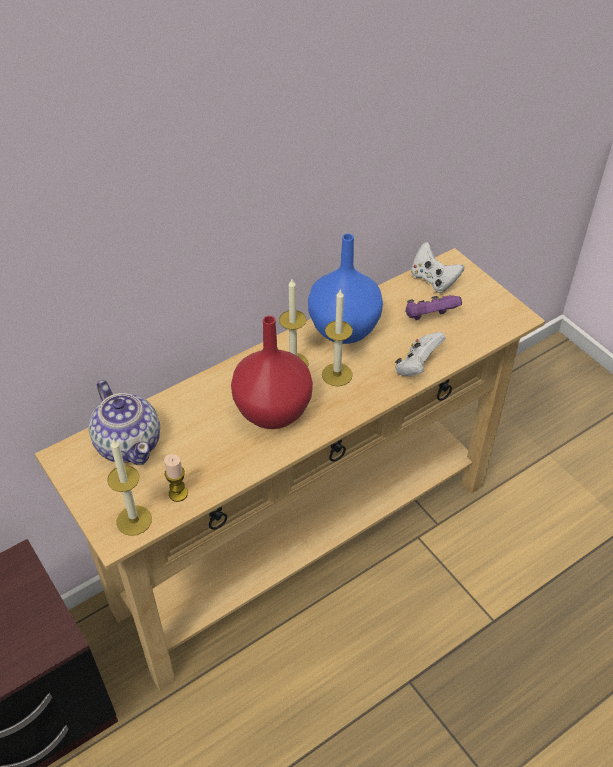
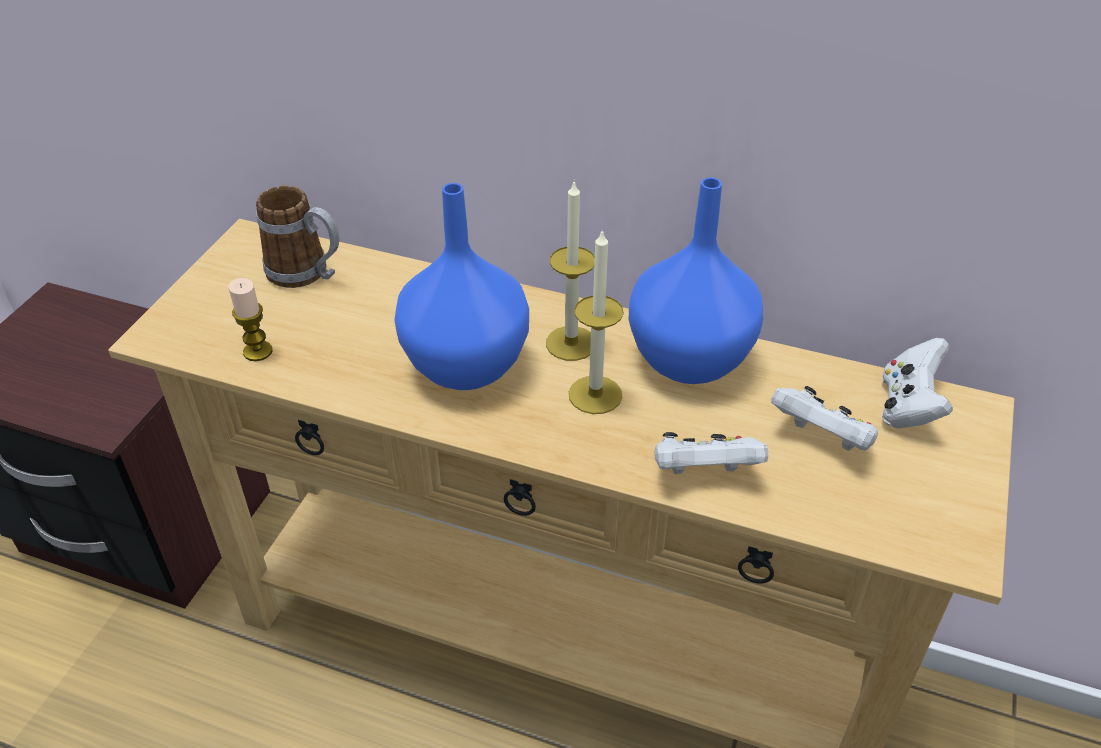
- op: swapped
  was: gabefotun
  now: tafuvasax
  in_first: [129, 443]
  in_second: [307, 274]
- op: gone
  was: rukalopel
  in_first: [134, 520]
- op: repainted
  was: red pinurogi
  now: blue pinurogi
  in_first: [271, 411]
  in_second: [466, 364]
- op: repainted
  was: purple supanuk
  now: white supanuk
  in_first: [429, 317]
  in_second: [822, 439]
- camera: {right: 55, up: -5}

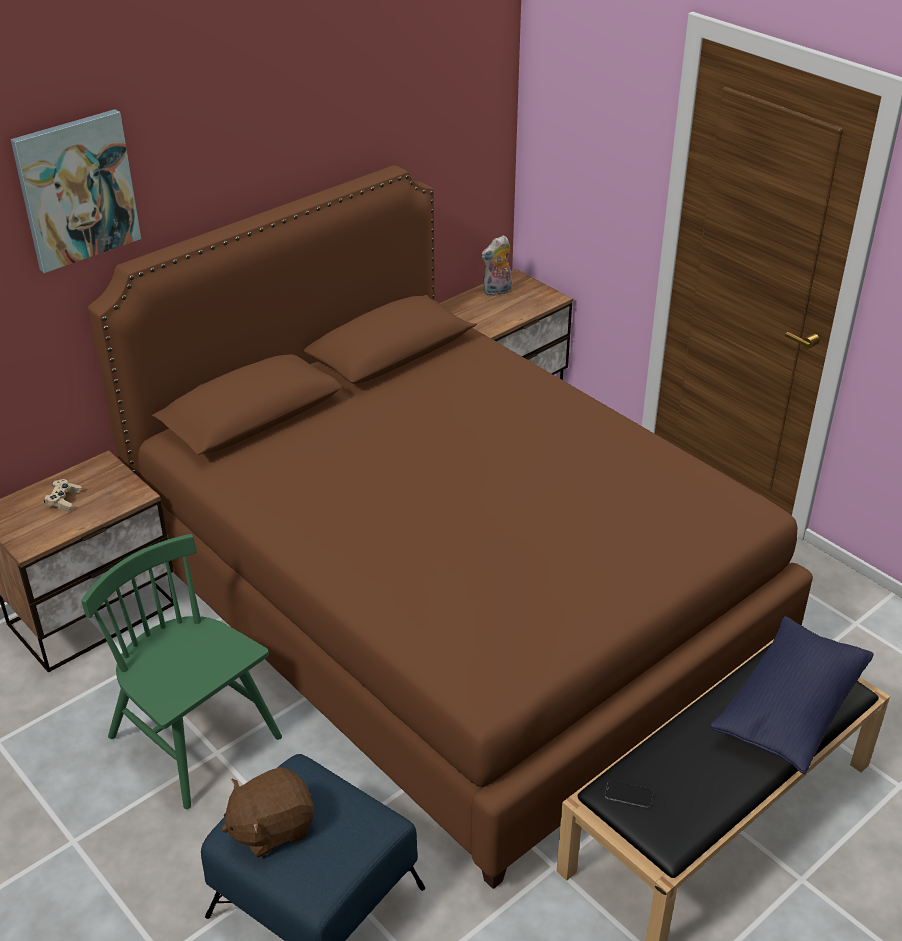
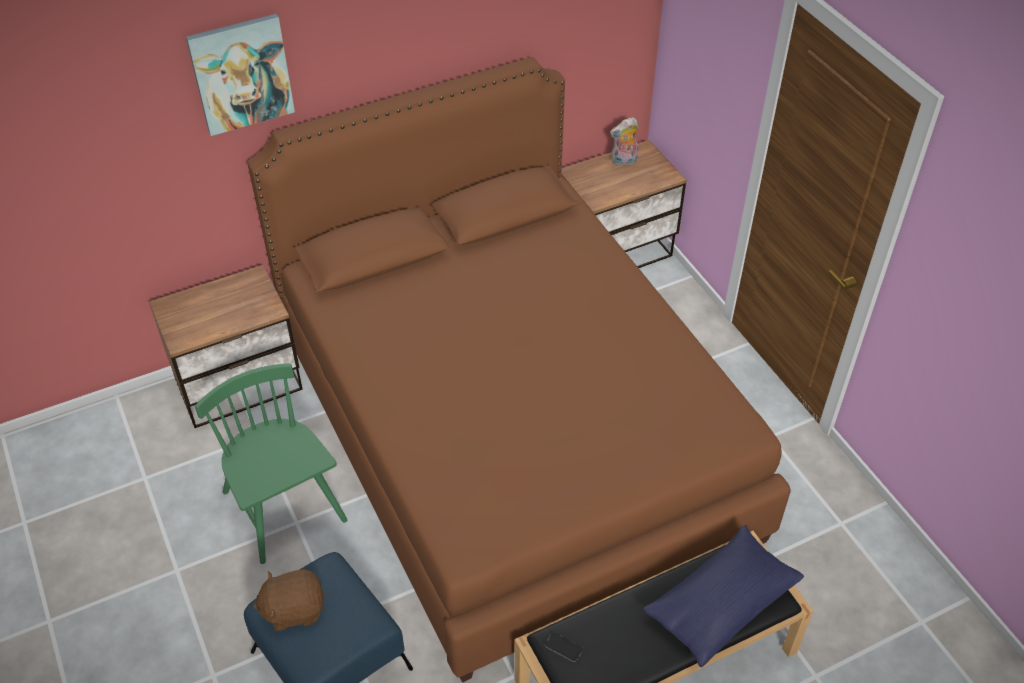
- op: gone
  was: beige supanuk
  in_first: [64, 500]
- camera: {right: 15, up: 10}

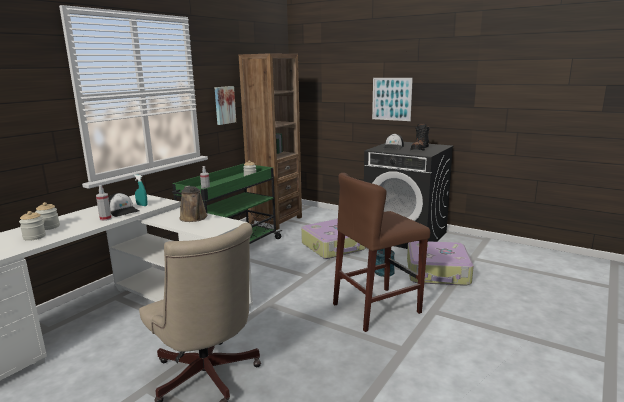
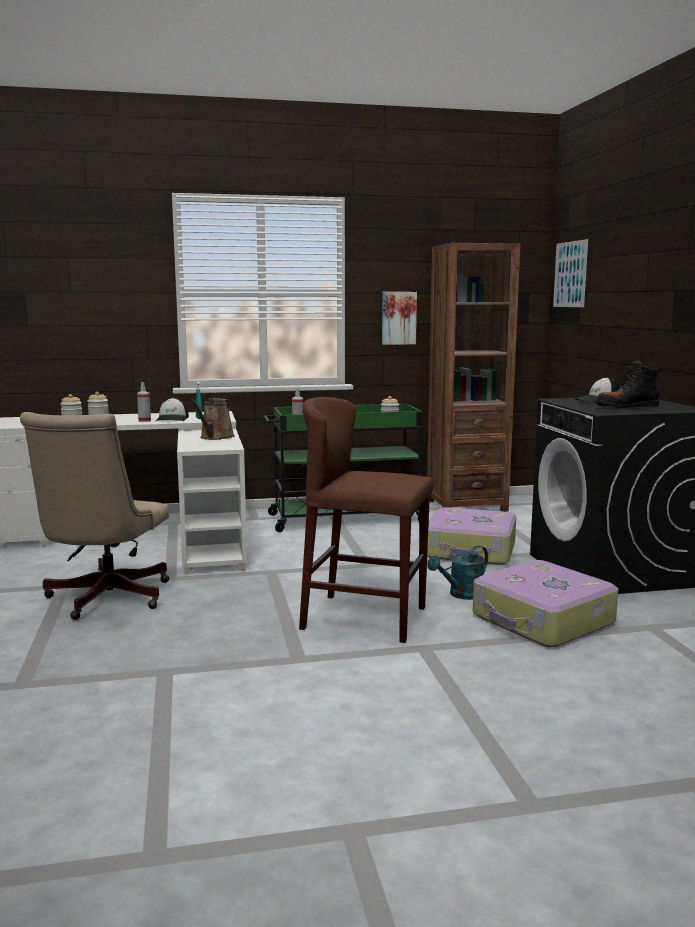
- op: shifted
  was: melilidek
  in_first: [391, 99]
  in_second: [570, 274]
- camera: {right: 45, up: -5}

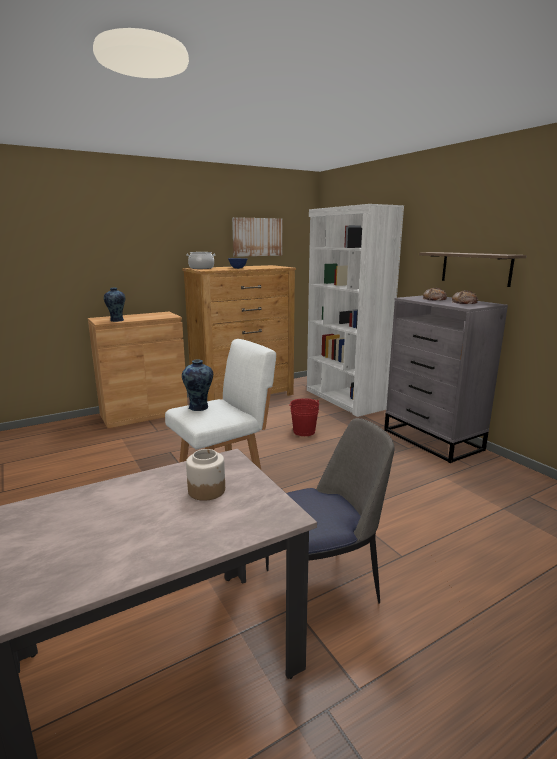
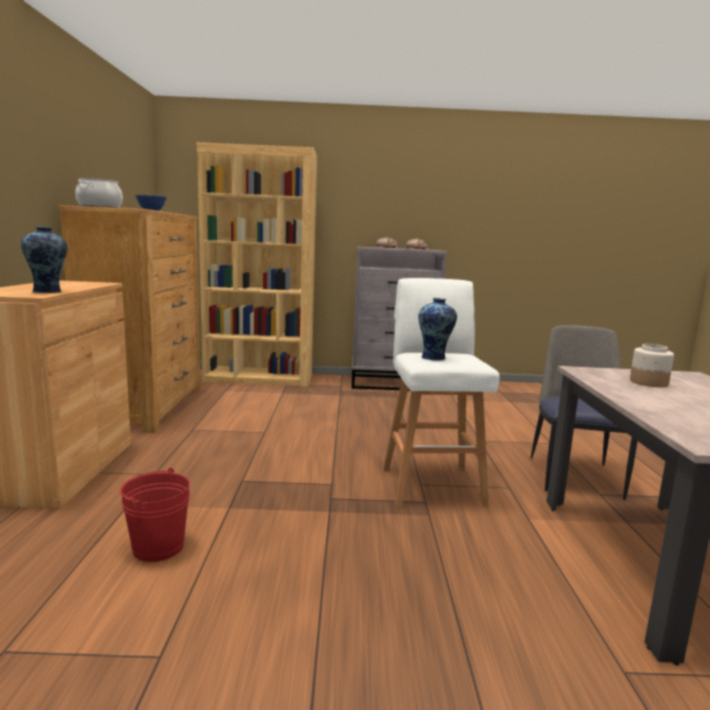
- op: gone
  was: melilidek
  in_first: [257, 237]
- op: shifted
  was: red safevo
  in_first: [304, 431]
  in_second: [158, 547]
- op: repainted
  was: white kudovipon
  now: brown kudovipon
  in_first: [344, 399]
  in_second: [259, 378]
- op: gone
  was: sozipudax
  in_first: [475, 268]
- camera: {right: -60, up: -5}

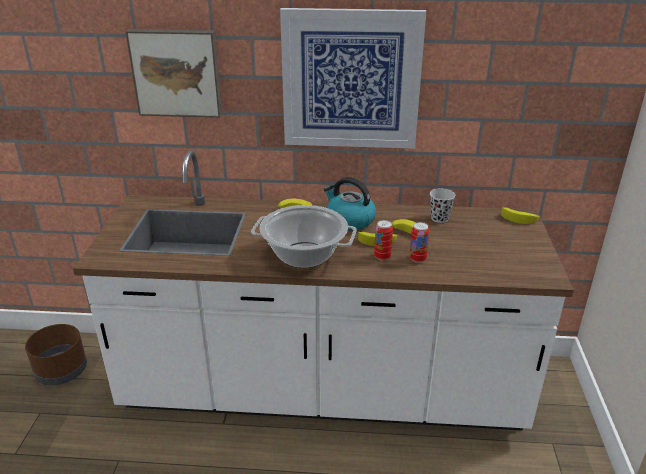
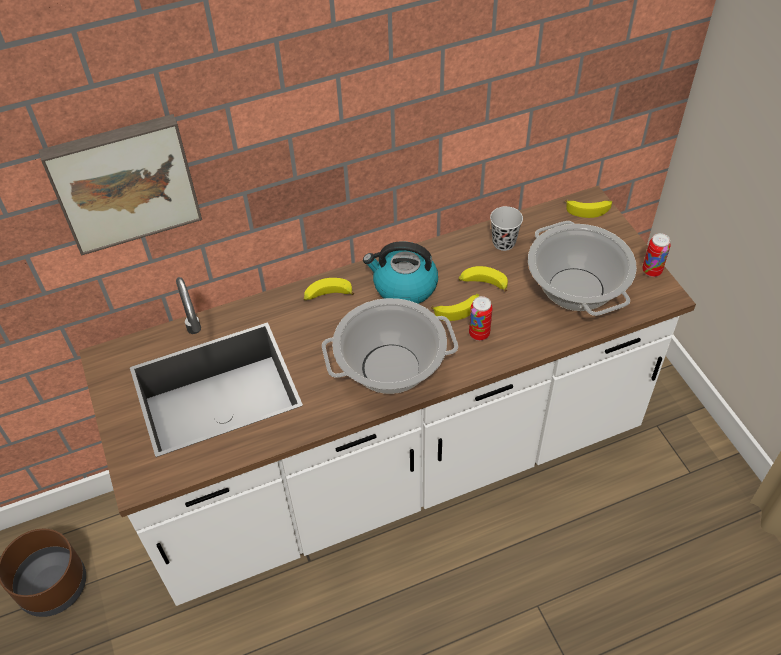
- op: gone
  was: melilidek
  in_first: [351, 80]
- op: shifted
  was: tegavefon
  in_first: [417, 259]
  in_second: [651, 271]
- op: new
  now: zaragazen
  in_second: [576, 290]
- camera: {right: -25, up: 20}

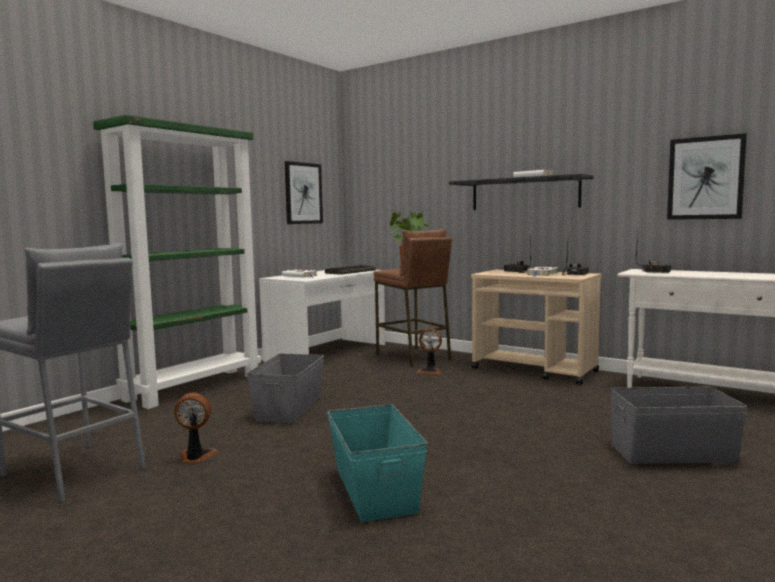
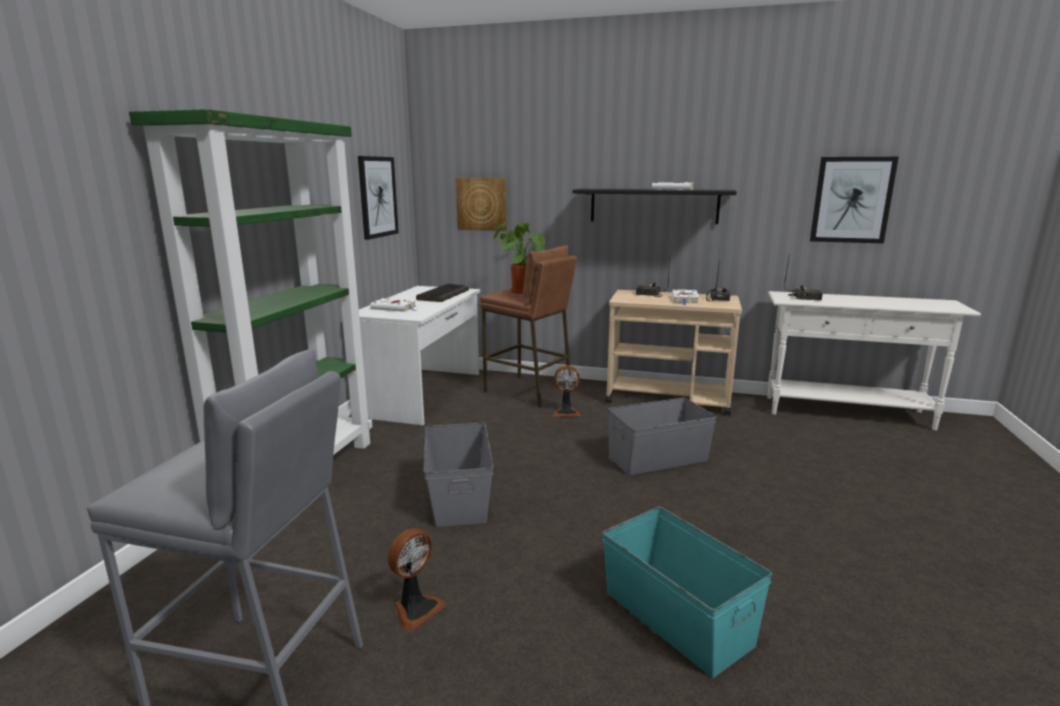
- op: rotated
  was: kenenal
  in_first: [196, 457]
  in_second: [415, 609]
  clockwise: 150
- op: shifted
  was: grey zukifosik
  in_first: [673, 453]
  in_second: [658, 458]
- op: new
  now: melilidek
  in_second: [482, 204]
- camera: {right: -20, up: 10}

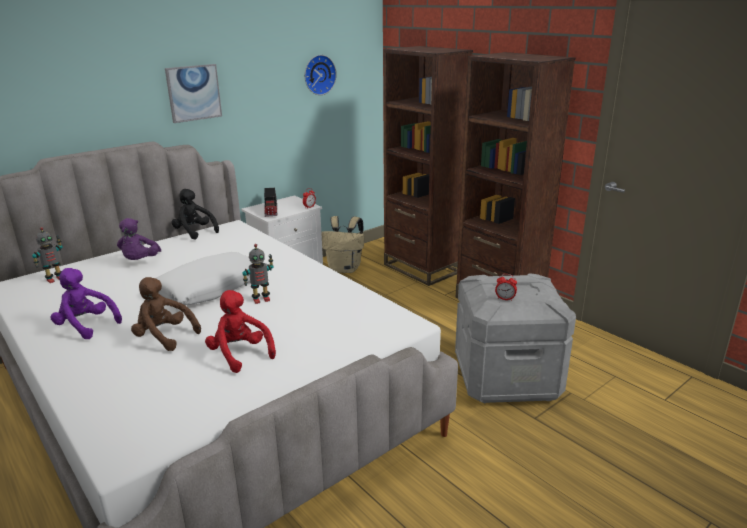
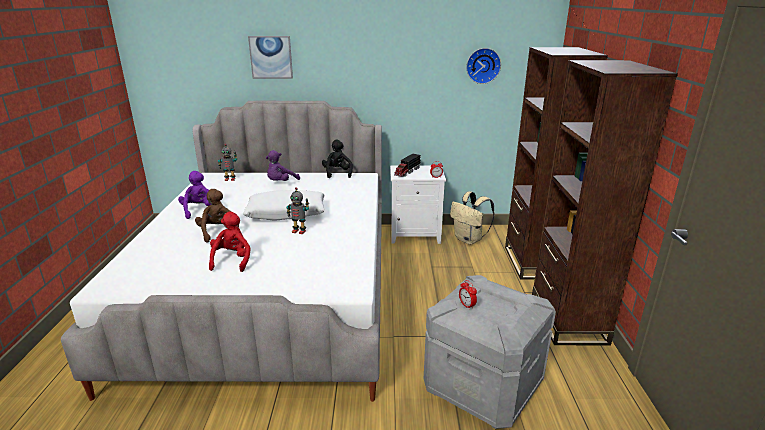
- op: shifted
  was: melilidek
  in_first: [193, 93]
  in_second: [271, 57]
- camera: {right: 40, up: 0}

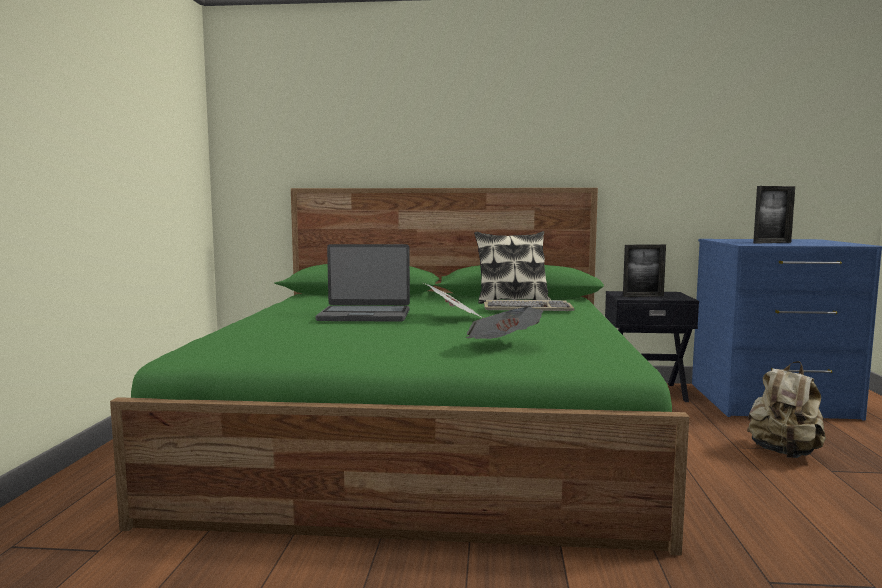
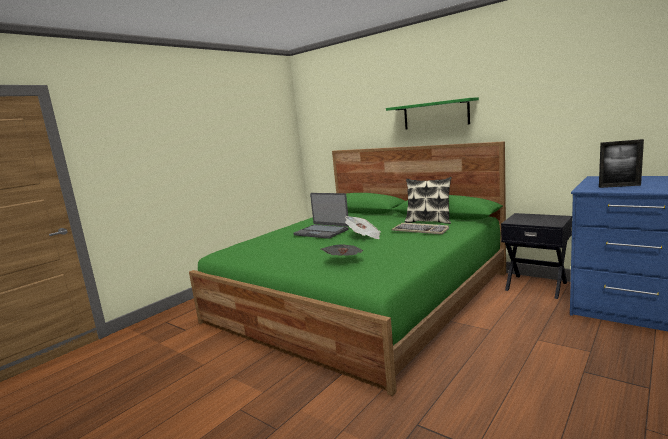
- op: gone
  was: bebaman
  in_first: [643, 296]
- op: gone
  was: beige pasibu
  in_first: [784, 453]
- op: new
  now: green sozipudax
  in_second: [435, 114]
- camera: {right: 35, up: 5}

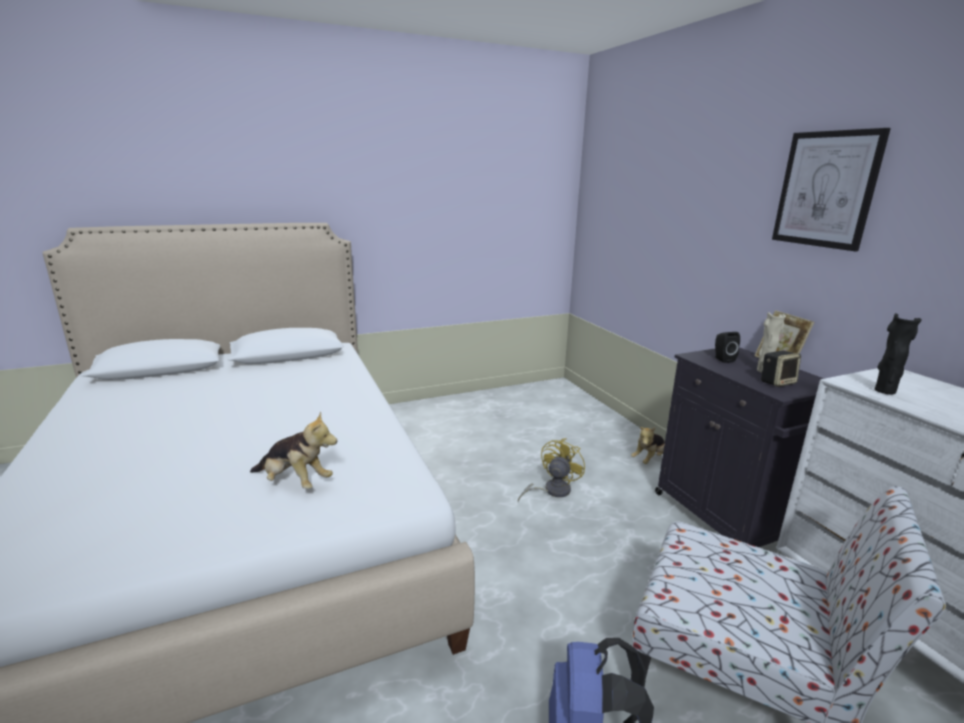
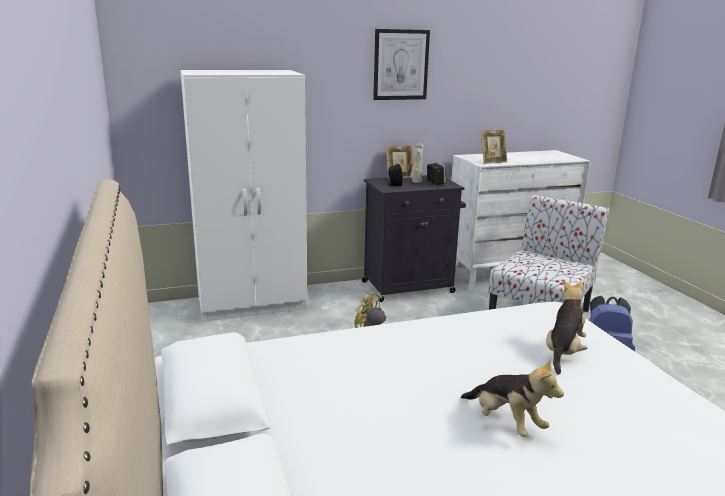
- op: shifted
  was: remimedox
  in_first: [649, 459]
  in_second: [506, 422]
- op: swapped
  was: black pinurogi
  now: bebaman
  in_first: [884, 391]
  in_second: [492, 162]
- op: new
  now: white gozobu
  in_second: [253, 304]
- camera: {right: -85, up: 0}

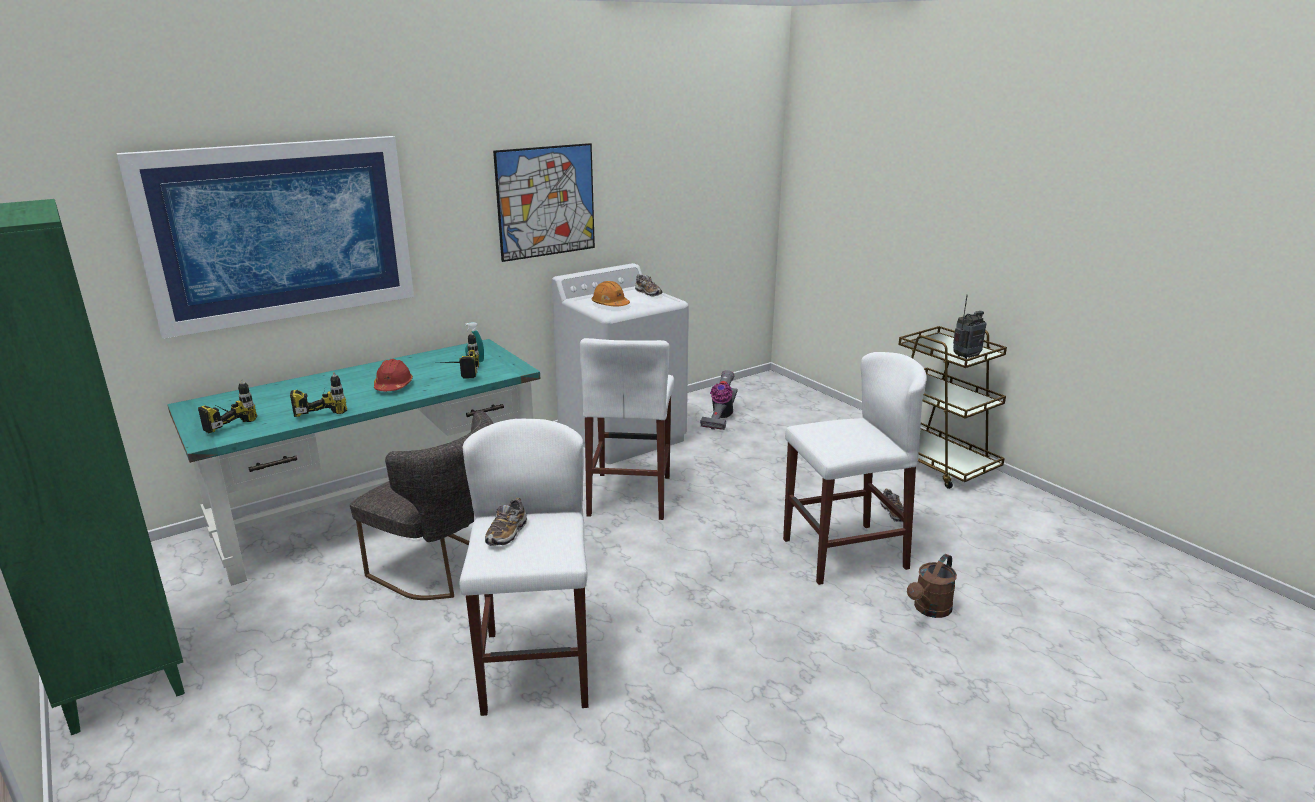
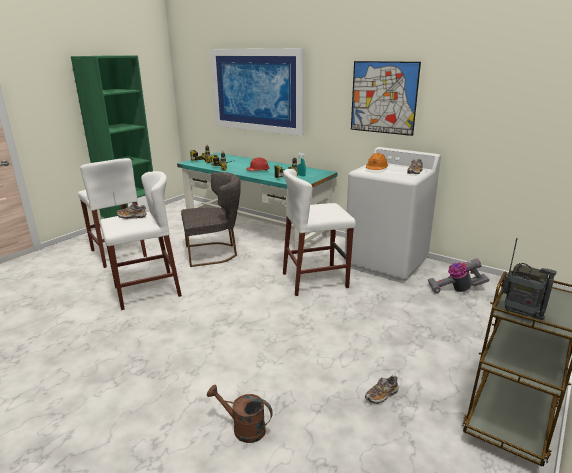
- op: rotated
  was: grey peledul
  in_first: [441, 570]
  in_second: [214, 253]
  clockwise: -120
- op: shifted
  was: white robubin
  in_first: [844, 553]
  in_second: [118, 253]
- camera: {right: 70, up: 0}

